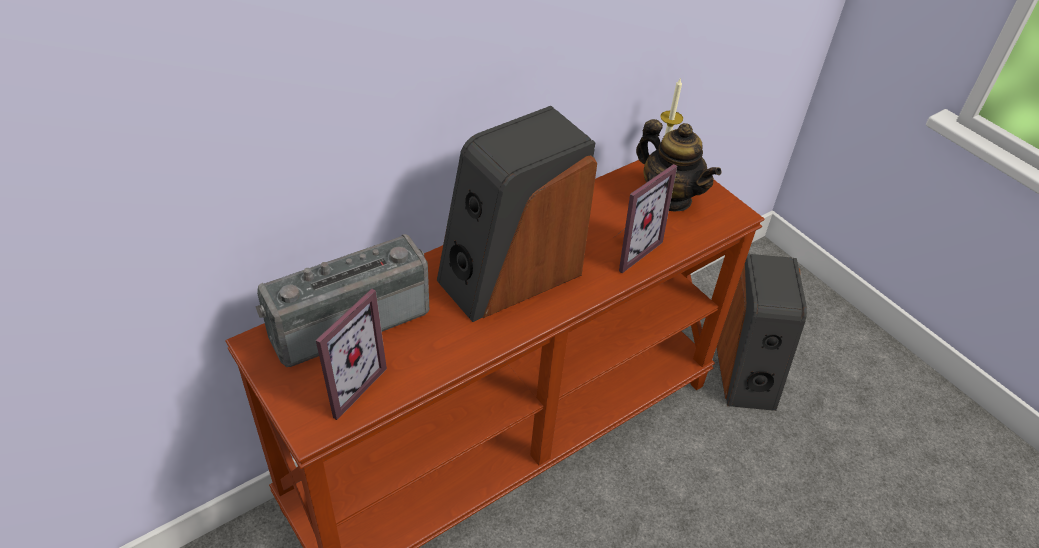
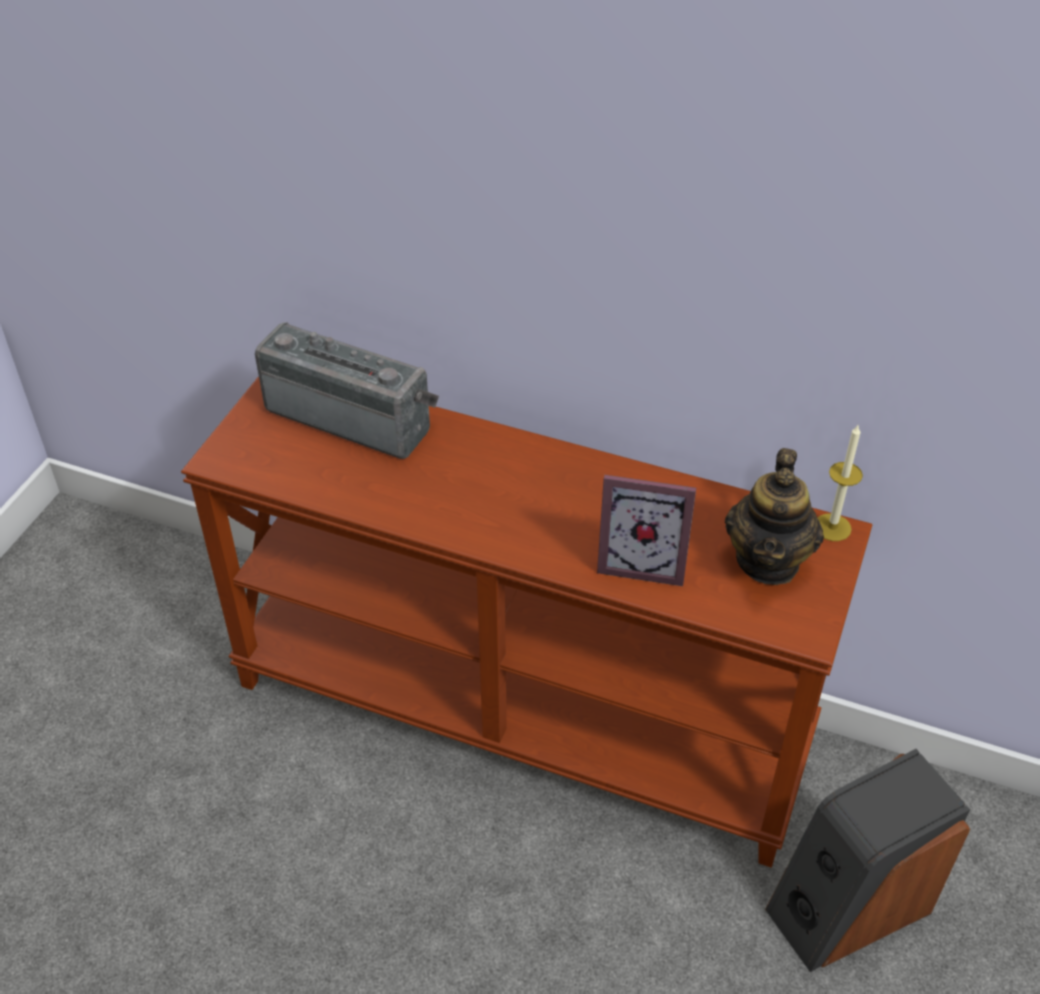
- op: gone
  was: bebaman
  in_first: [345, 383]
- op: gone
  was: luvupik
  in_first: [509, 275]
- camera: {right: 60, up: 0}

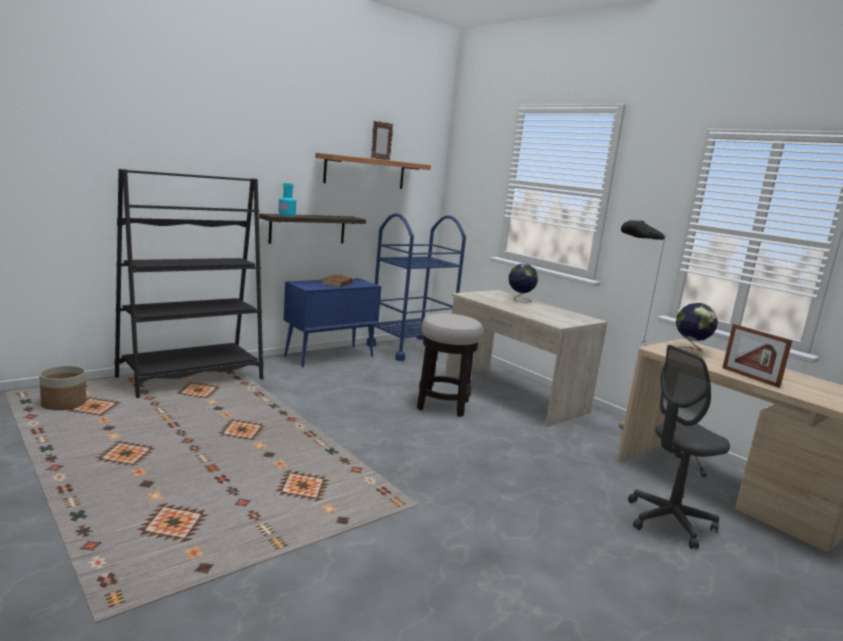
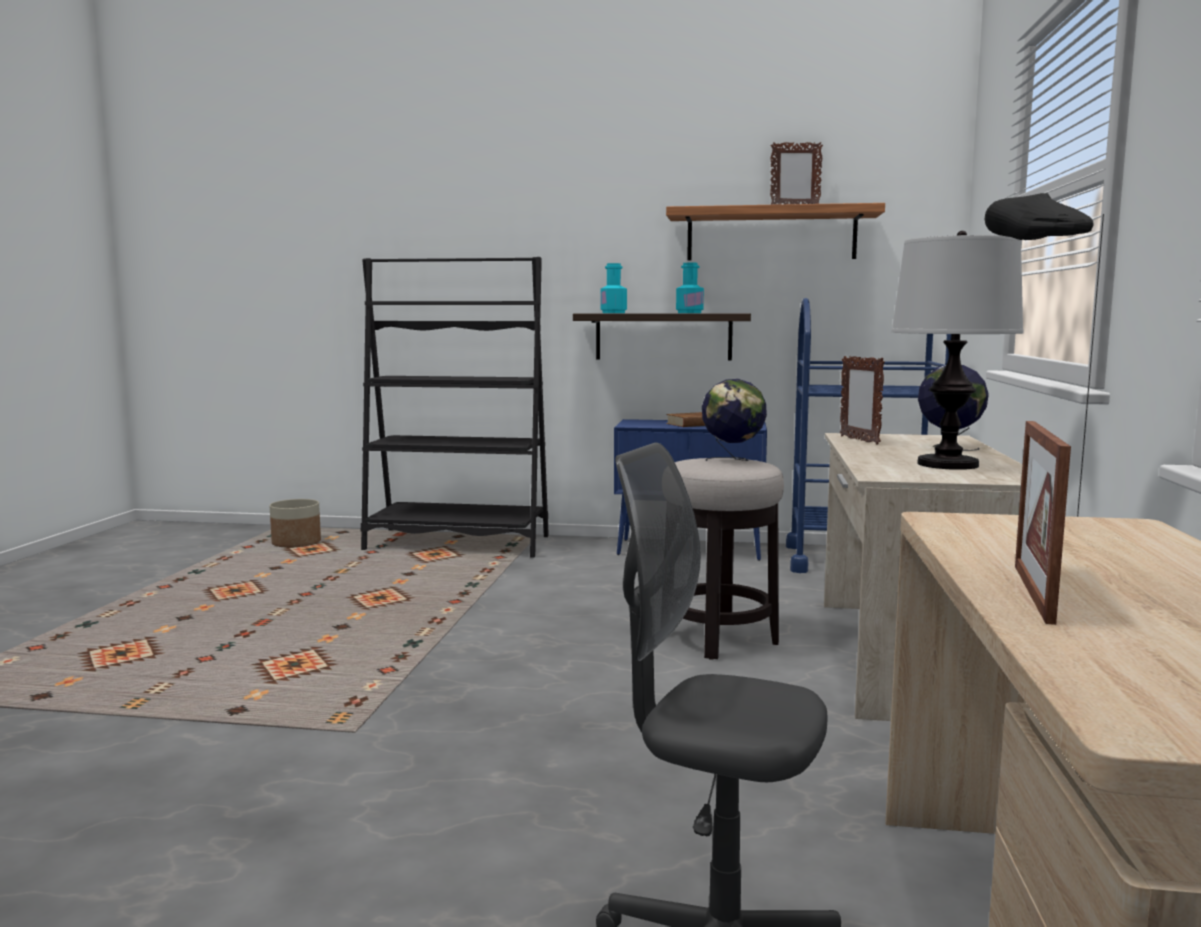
- op: shifted
  was: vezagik
  in_first: [690, 350]
  in_second: [733, 460]
- op: new
  now: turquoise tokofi
  in_second: [689, 313]
- op: new
  now: bebaman
  in_second: [859, 440]
- op: new
  now: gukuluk
  in_second: [947, 464]
- camera: {right: 50, up: -5}

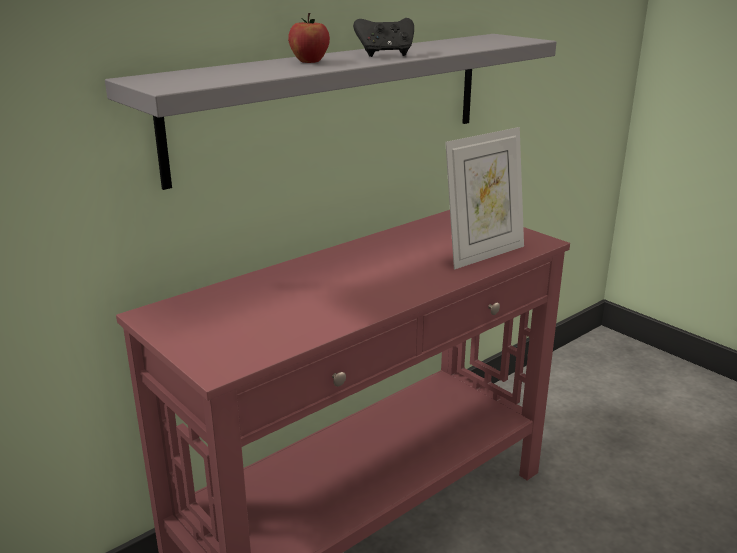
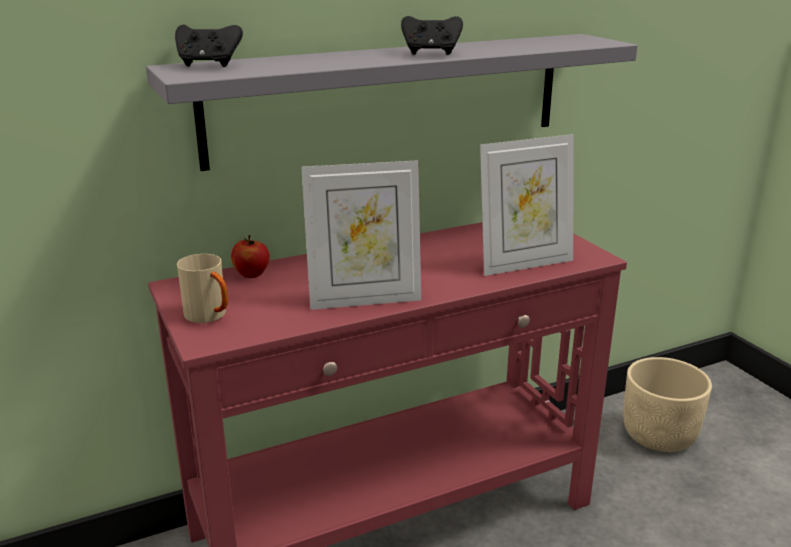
- op: shifted
  was: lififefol
  in_first: [309, 61]
  in_second: [252, 274]
- op: new
  now: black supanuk
  in_second: [209, 65]
- op: new
  now: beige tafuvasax
  in_second: [210, 317]
- op: new
  now: bebaman
  in_second: [364, 299]
- op: new
  now: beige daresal
  in_second: [659, 435]
- camera: {right: 15, up: 0}

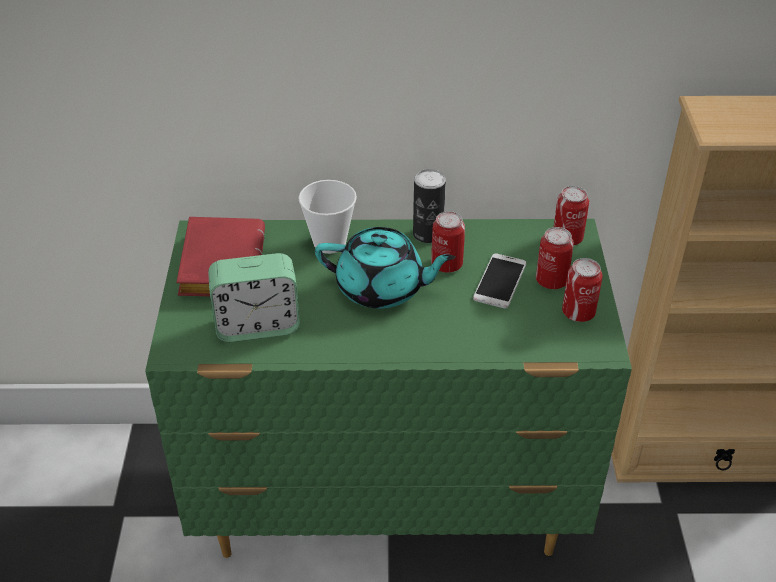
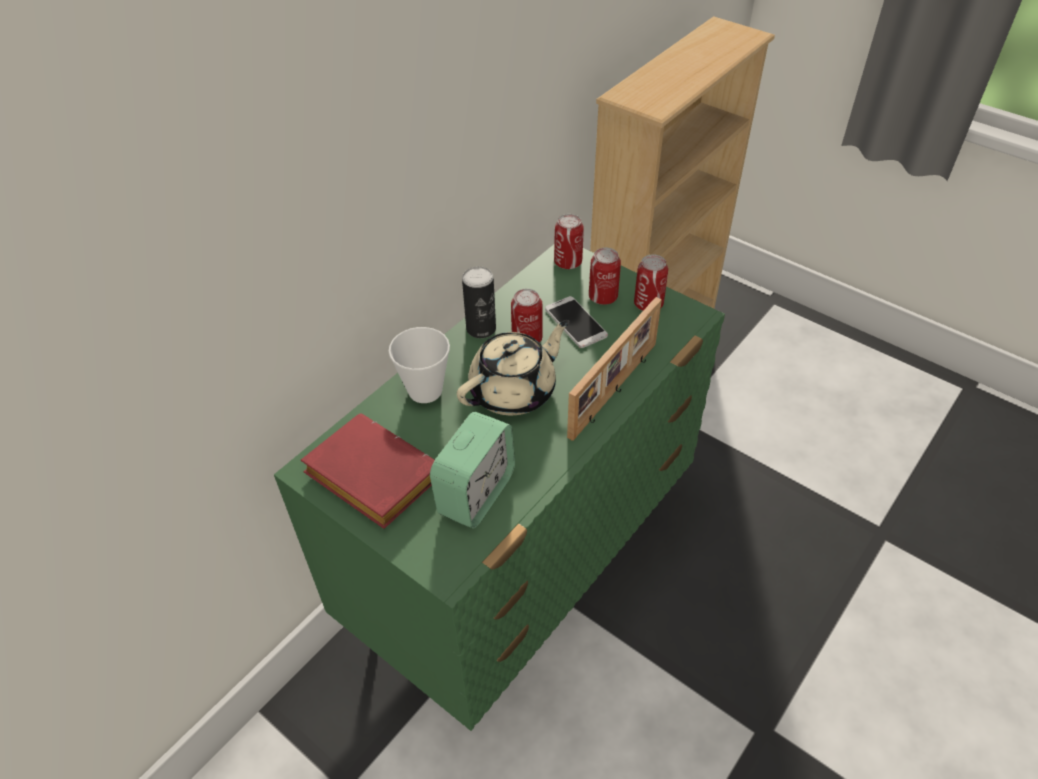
- op: repainted
  was: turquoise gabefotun
  now: beige gabefotun
  in_first: [382, 289]
  in_second: [514, 391]
- op: new
  now: bebaman
  in_second: [615, 390]
- camera: {right: -50, up: 5}

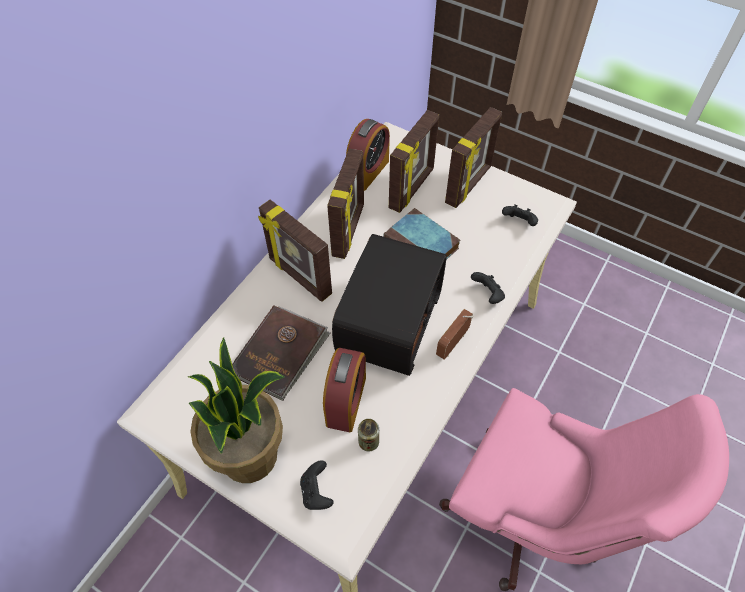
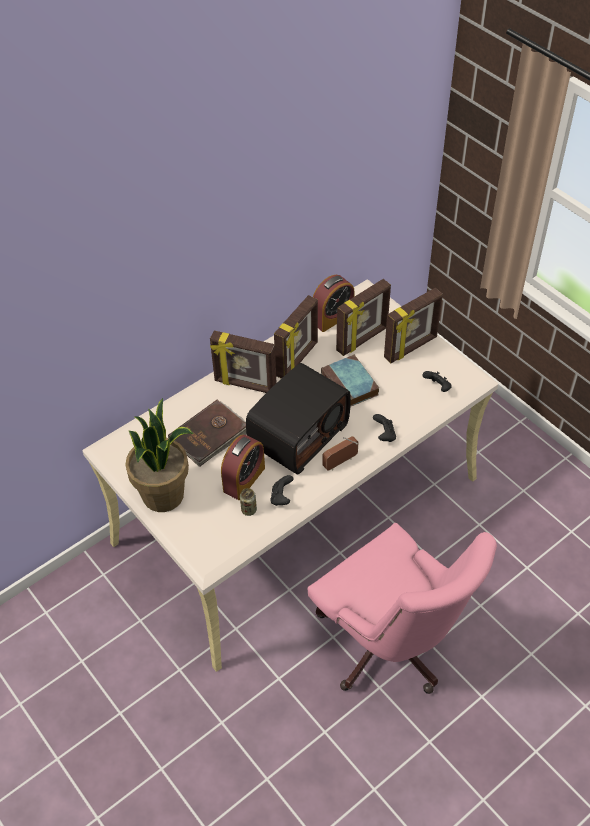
- op: rotated
  was: bebaman
  in_first: [299, 277]
  in_second: [245, 385]
  clockwise: -45
- op: shifted
  was: black supanuk
  in_first: [316, 492]
  in_second: [281, 497]
- camera: {right: 20, up: -5}

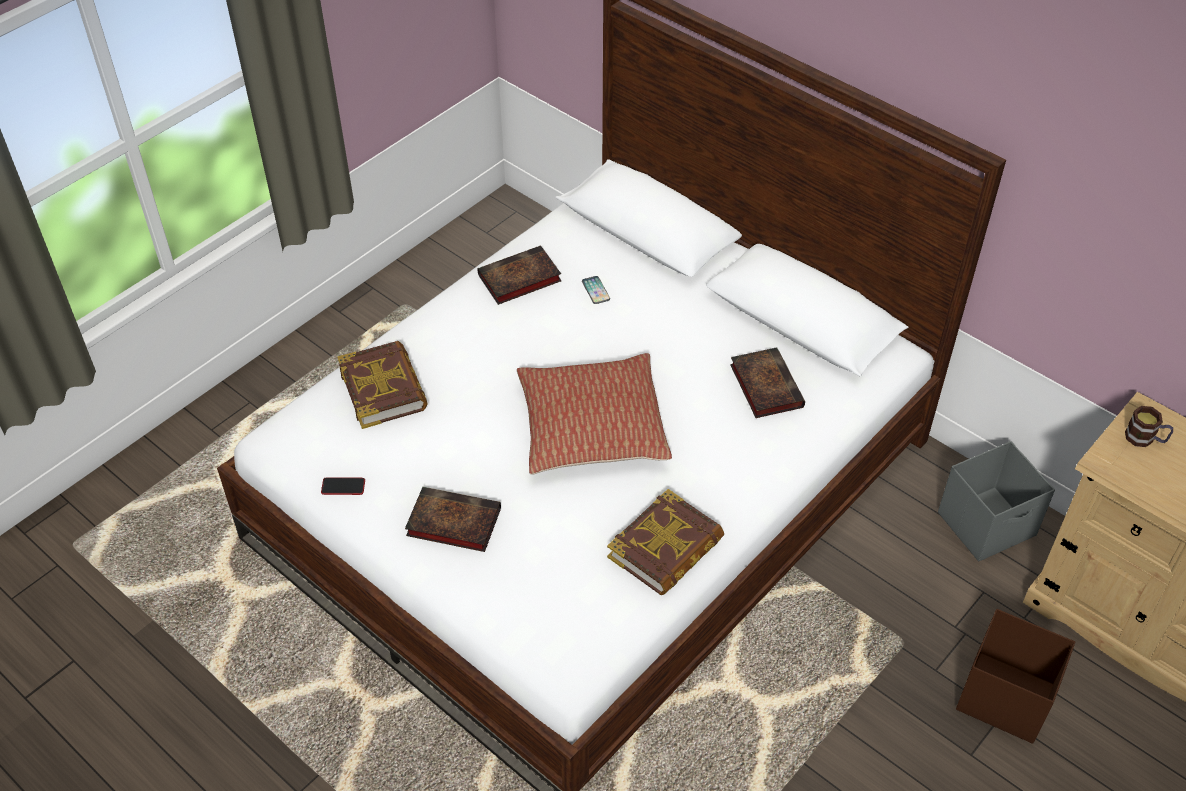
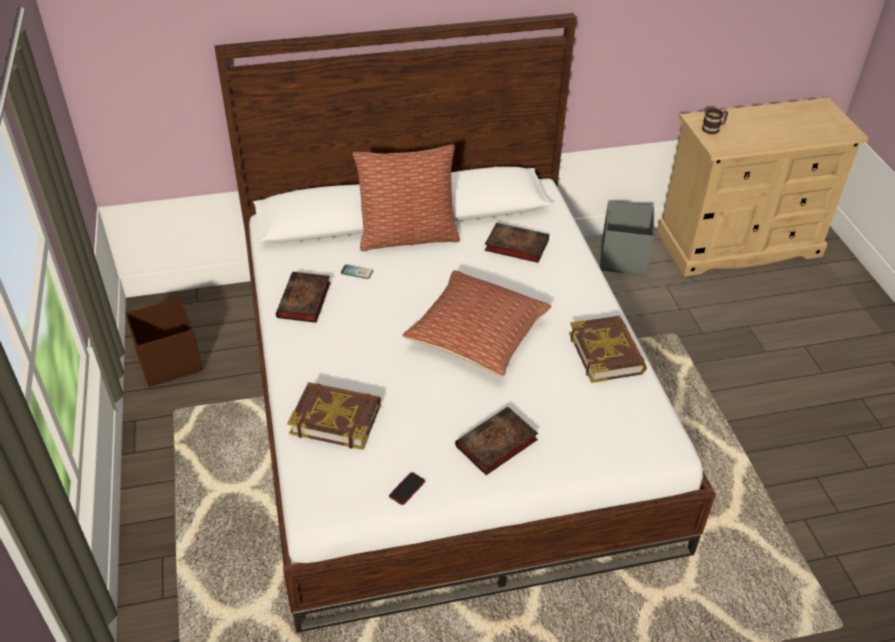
- op: shifted
  was: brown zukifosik
  in_first: [1003, 696]
  in_second: [168, 362]
- op: new
  now: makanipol
  in_second: [408, 236]
- camera: {right: -55, up: -5}

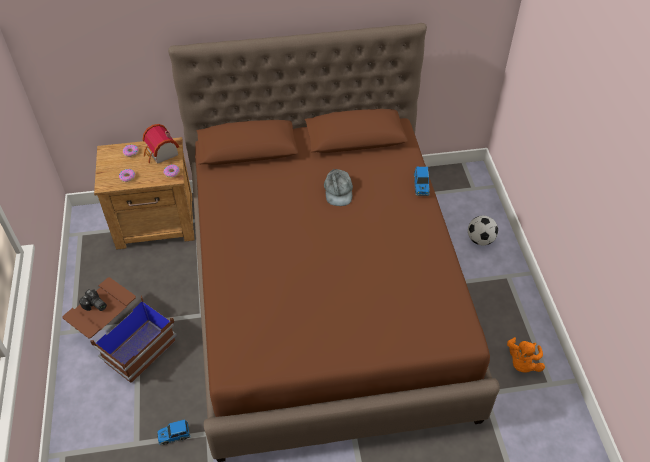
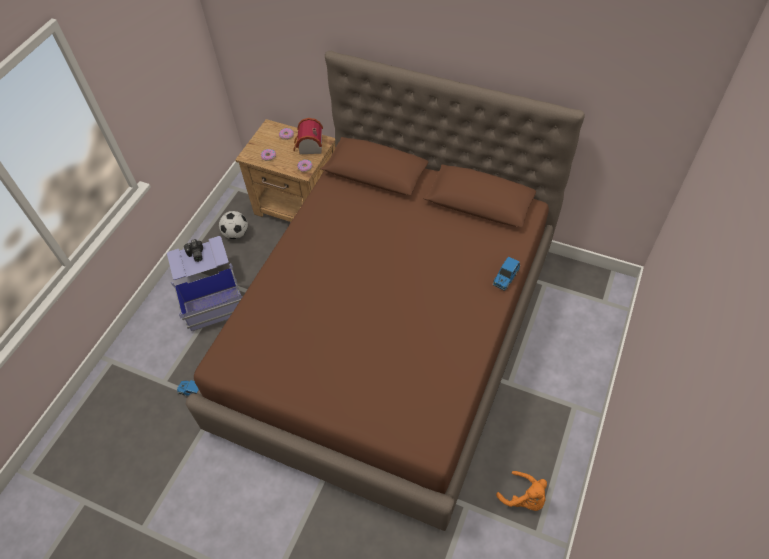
- op: repainted
  was: brown zukifosik
  now: blue zukifosik
  in_first: [124, 339]
  in_second: [210, 293]
- op: gone
  was: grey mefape
  in_first: [338, 191]
- op: shifted
  was: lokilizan
  in_first: [480, 239]
  in_second: [236, 233]
- op: rotated
  was: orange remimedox
  in_first: [522, 363]
  in_second: [524, 498]
  clockwise: -105
- camera: {right: 35, up: 5}

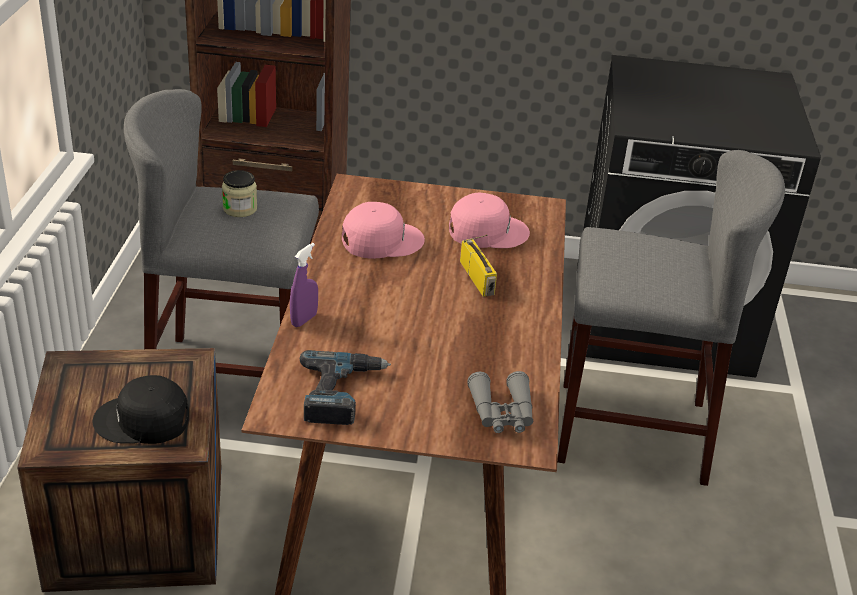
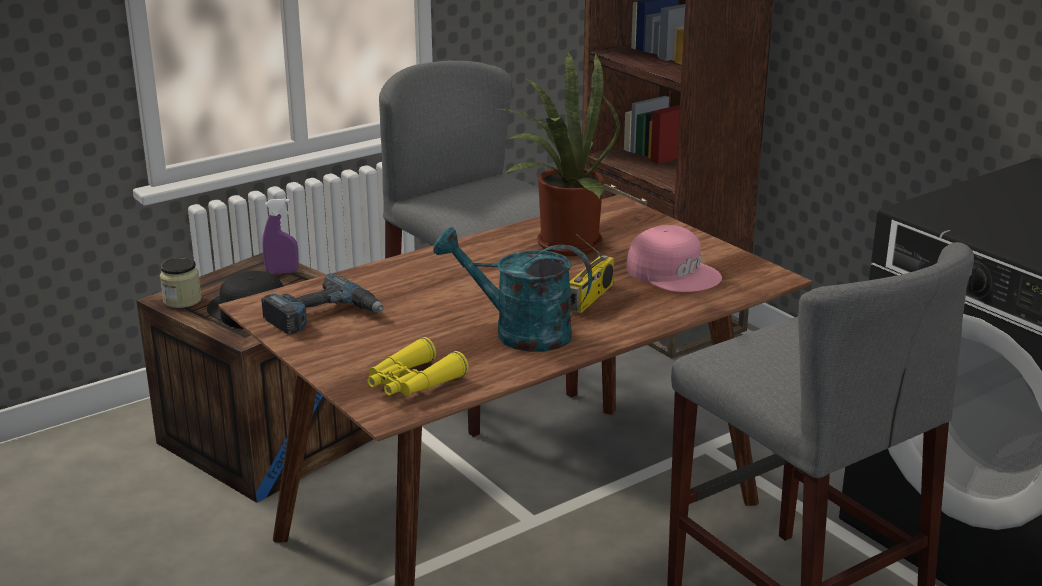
- op: shifted
  was: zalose
  in_first: [240, 209]
  in_second: [182, 300]
- op: shifted
  was: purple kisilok
  in_first: [304, 320]
  in_second: [282, 272]
- op: swapped
  was: pink mefape
  now: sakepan
  in_first: [381, 240]
  in_second: [562, 244]
- op: repainted
  was: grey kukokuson
  now: yellow kukokuson
  in_first: [502, 413]
  in_second: [412, 383]
- op: new
  now: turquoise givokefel
  in_second: [519, 332]
- camera: {right: 50, up: -10}

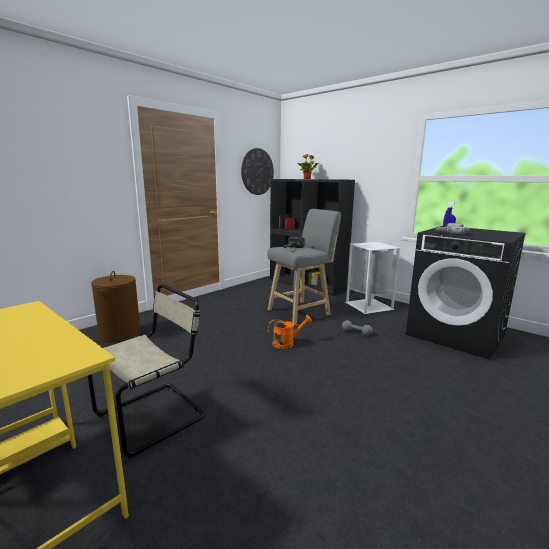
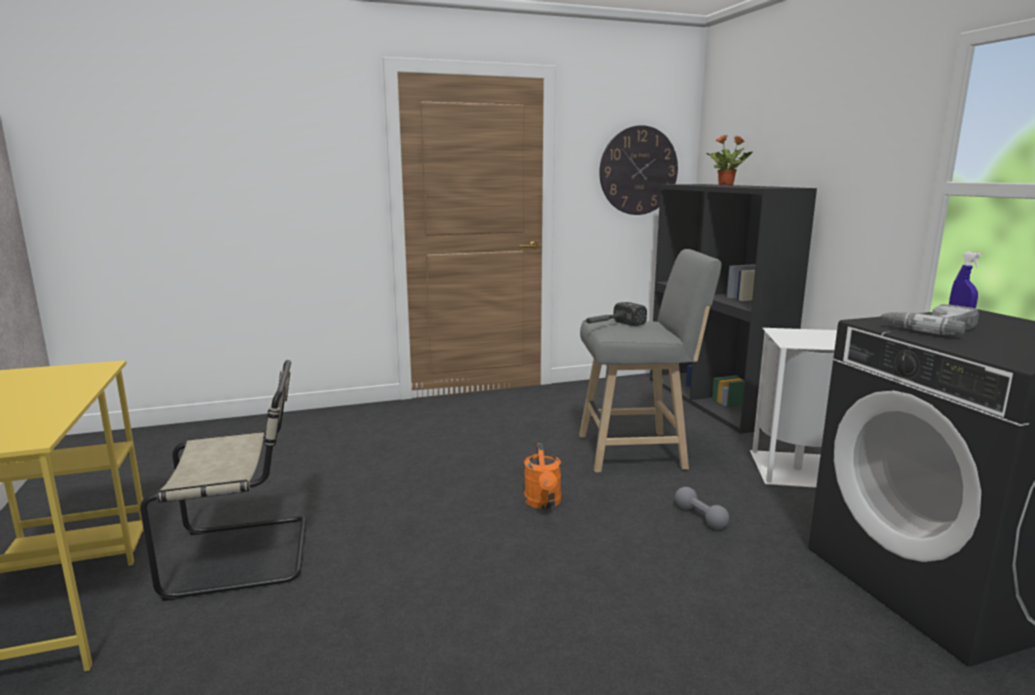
- op: gone
  was: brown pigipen
  in_first: [120, 334]
- op: rotated
  was: orange givokefel
  in_first: [287, 343]
  in_second: [543, 503]
  clockwise: 75
- camera: {right: 30, up: 0}

